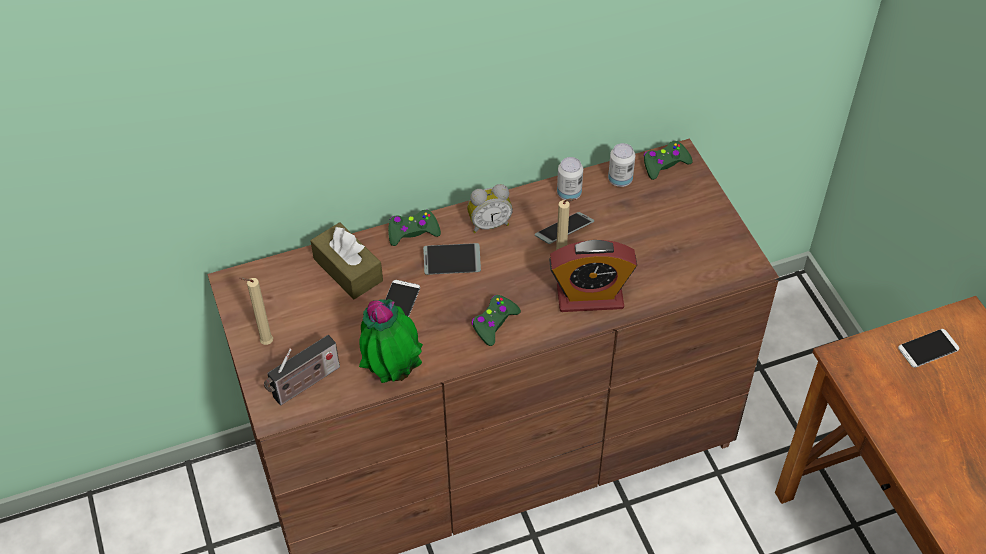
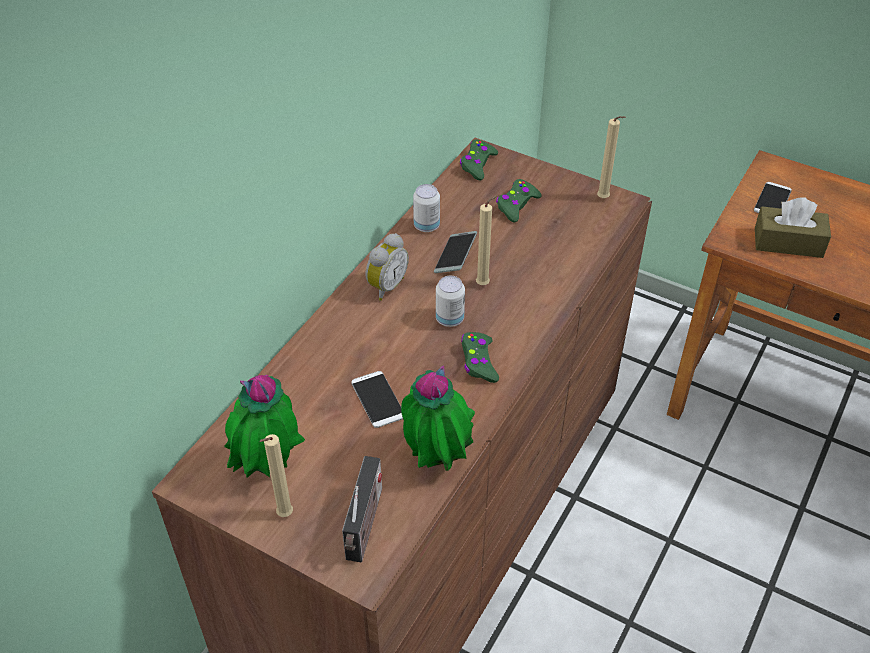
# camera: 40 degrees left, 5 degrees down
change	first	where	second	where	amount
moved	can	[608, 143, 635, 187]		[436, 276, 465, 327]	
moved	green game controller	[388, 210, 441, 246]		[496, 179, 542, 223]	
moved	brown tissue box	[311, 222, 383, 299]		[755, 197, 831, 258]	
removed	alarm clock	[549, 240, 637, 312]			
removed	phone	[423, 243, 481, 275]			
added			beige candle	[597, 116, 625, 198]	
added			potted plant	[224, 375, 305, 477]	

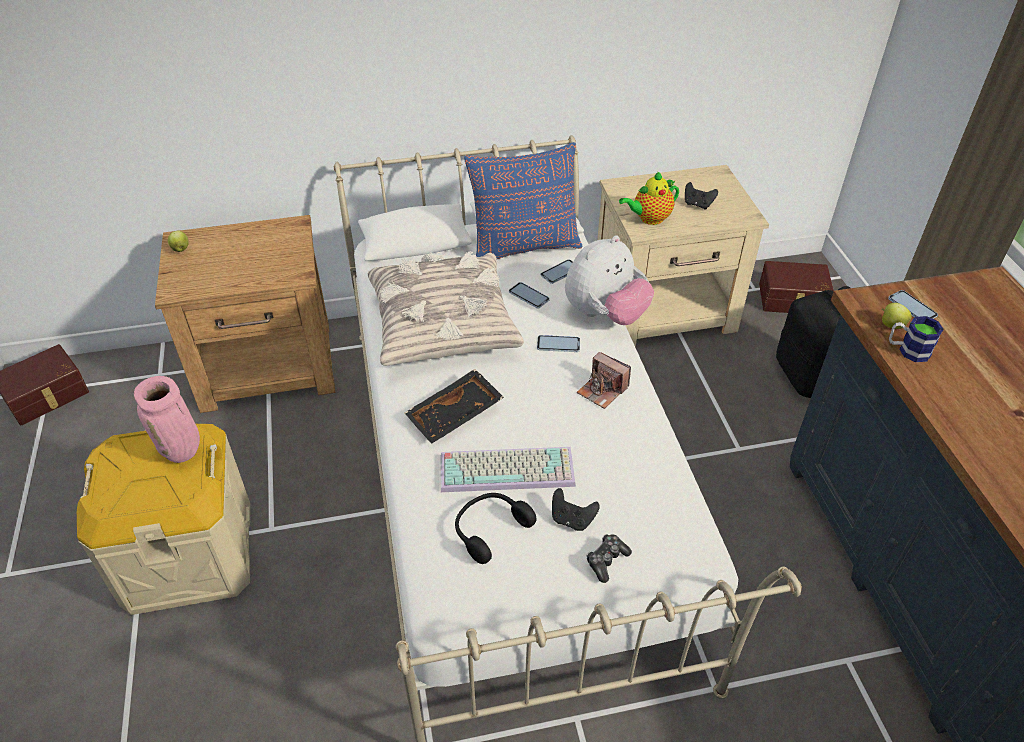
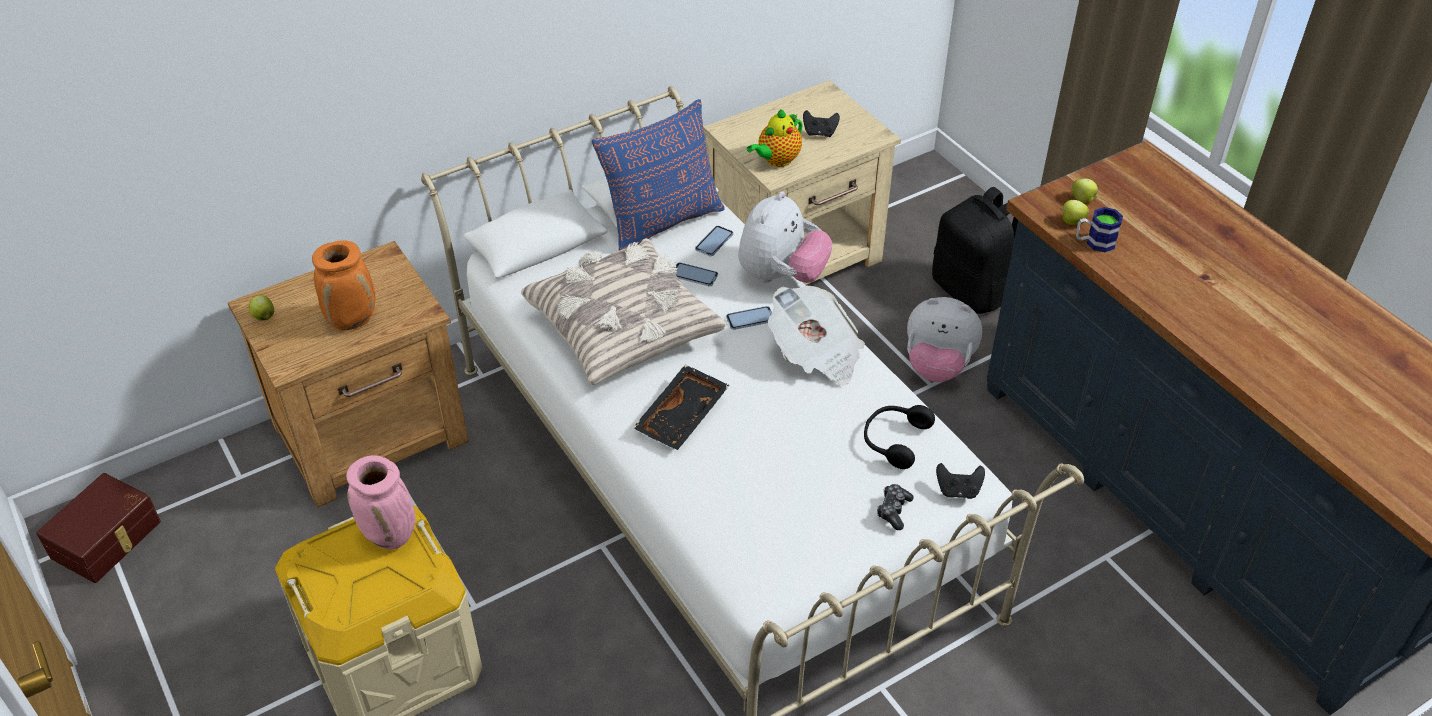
# camera: 20 degrees left, 0 degrees up
change	first	where	second	where	amount
removed	brown storage box	[759, 261, 834, 313]			
replaced	phone	[888, 290, 938, 319]	apple	[1072, 179, 1098, 203]	
replaced	photo camera	[577, 352, 631, 409]	newspaper	[768, 285, 865, 385]	
removed	keyboard	[441, 447, 576, 492]			
moved	black game controller	[552, 488, 600, 531]		[936, 463, 985, 499]	
moved	black headphones	[455, 493, 536, 564]		[864, 405, 935, 469]	
added			orange vase	[312, 240, 375, 331]	
added			plush toy	[907, 297, 982, 382]	

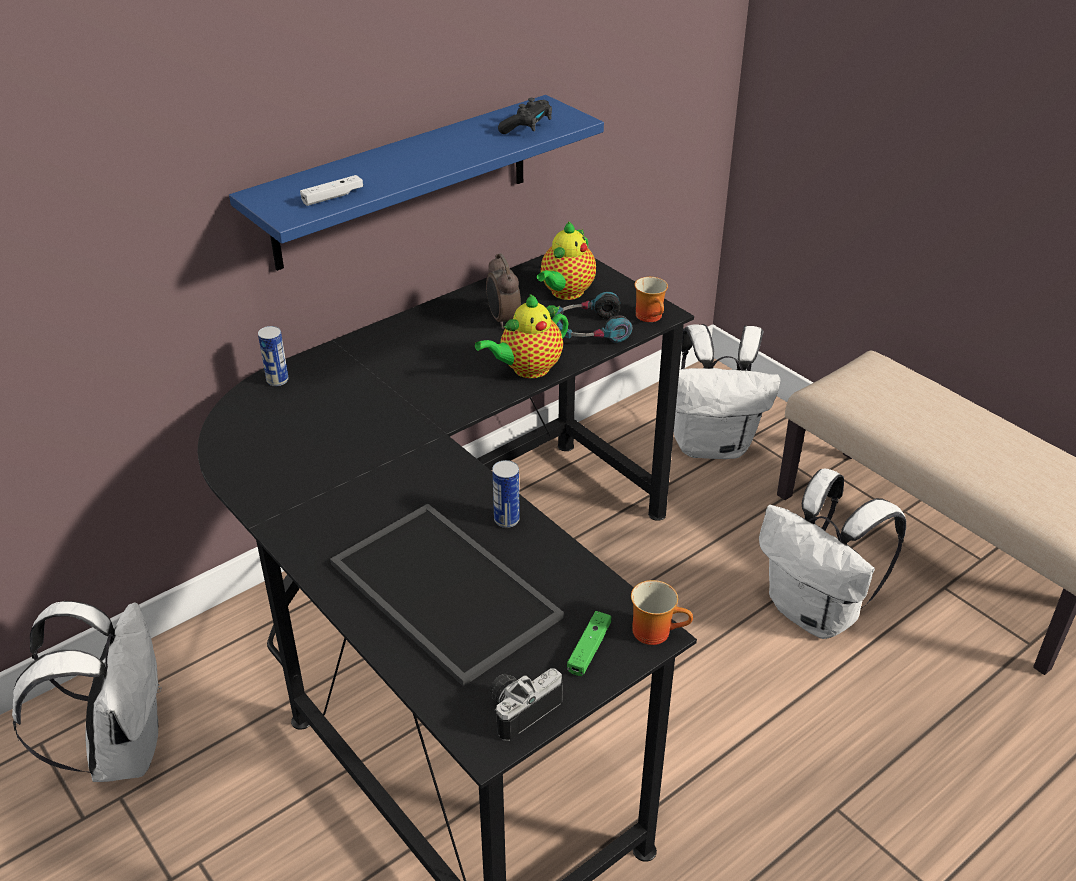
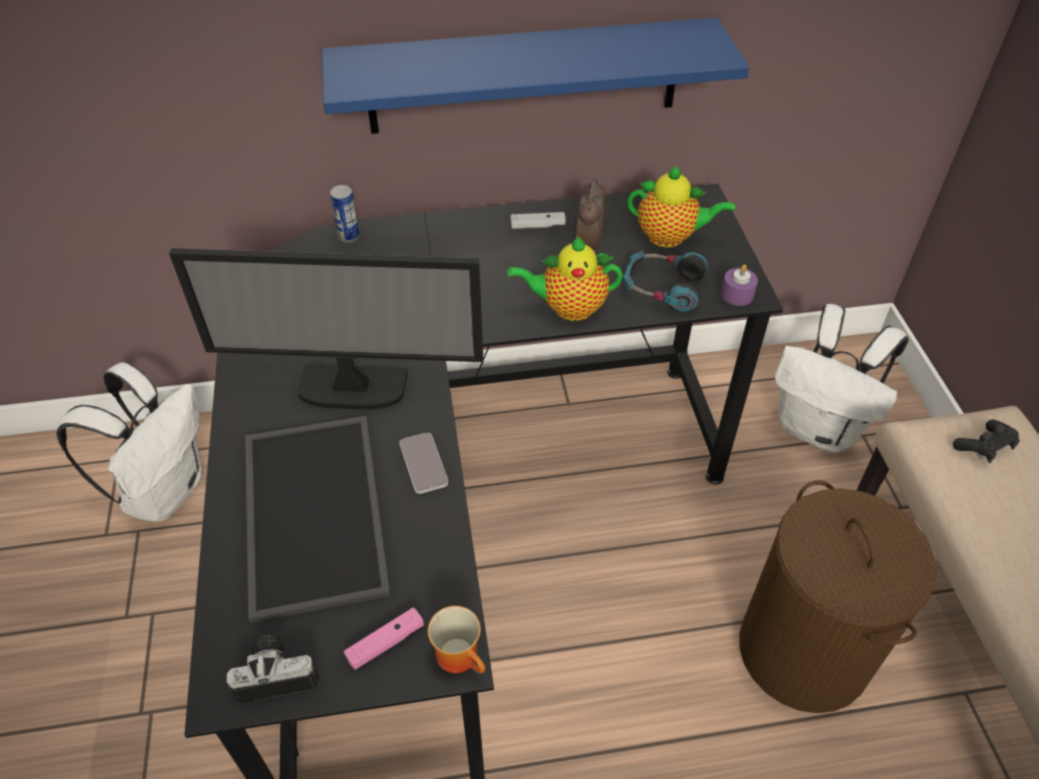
# camera: 30 degrees right, 10 degrees up
change	first	where	second	where	amount
moved	black game controller	[498, 98, 552, 134]		[953, 420, 1020, 463]	
moved	white game controller	[300, 175, 363, 206]		[510, 212, 566, 229]	
turned	teapot	[537, 221, 596, 300]		[628, 166, 735, 247]	135 degrees counterclockwise
replaced	mug	[635, 277, 668, 322]	purple candle	[721, 264, 758, 306]	
replaced	can	[492, 460, 520, 528]	phone	[400, 432, 448, 494]	
replaced	white backpack	[759, 468, 906, 639]	brown laundry basket	[739, 480, 937, 713]	
recoloured	green game controller	[567, 611, 611, 676]	pink game controller	[344, 607, 424, 670]	
added			monitor	[169, 248, 483, 409]	

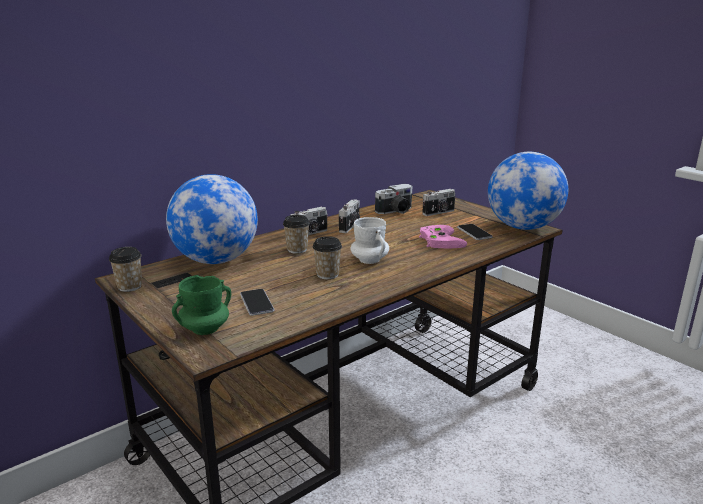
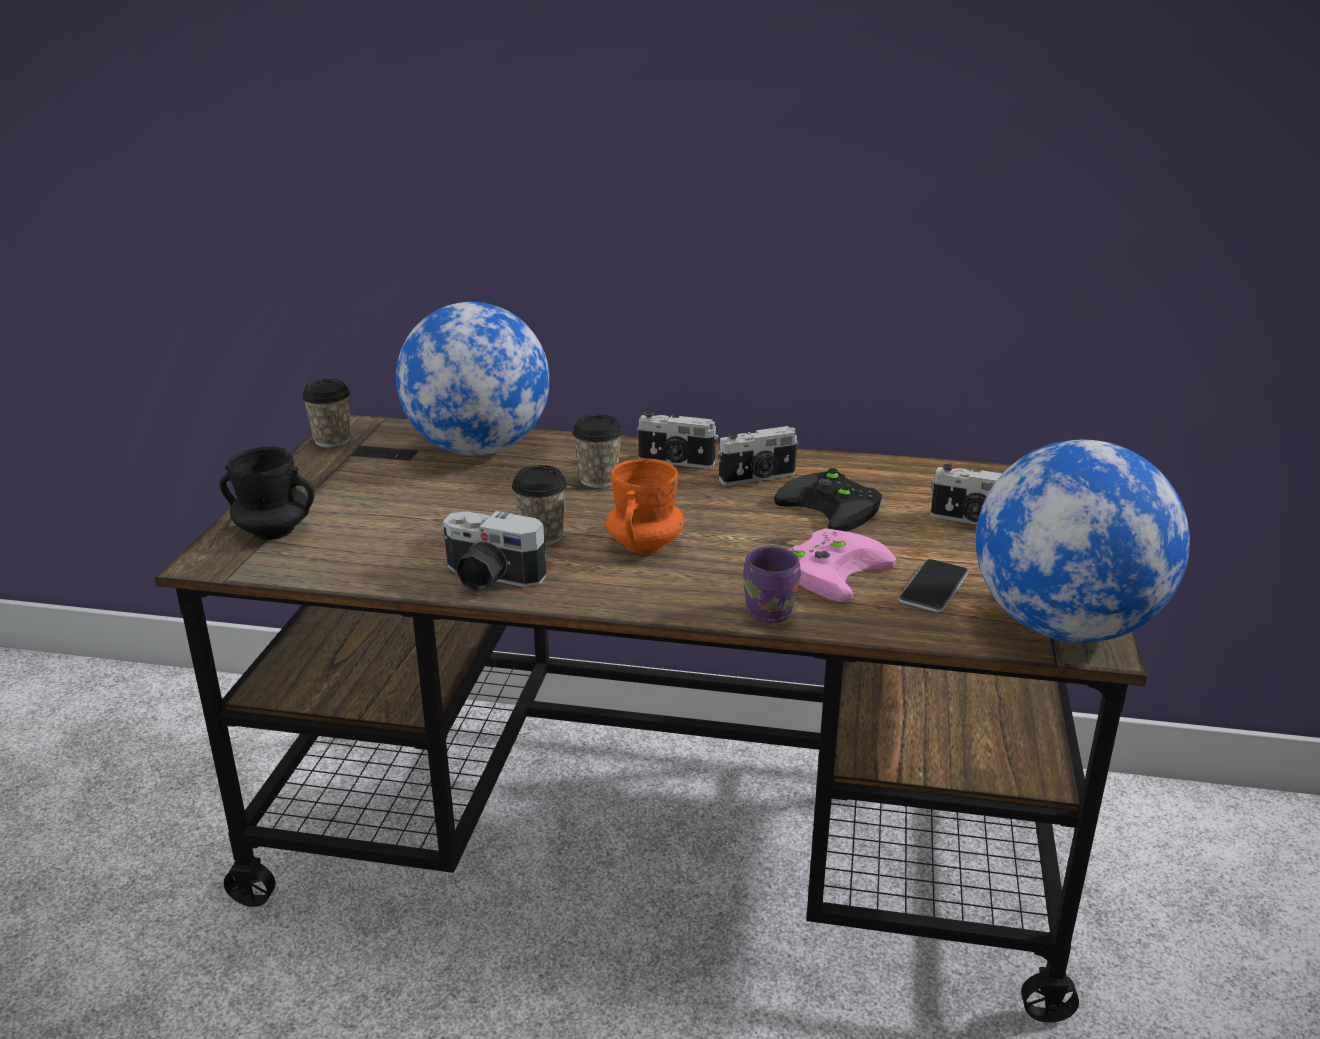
# camera: 50 degrees right, 5 degrees up
change	first	where	second	where	amount
moved	photo camera	[375, 184, 412, 214]		[443, 511, 547, 592]	
recoloured	white mug	[351, 217, 389, 264]	orange mug	[606, 459, 684, 554]	
recoloured	green mug	[172, 275, 231, 335]	black mug	[219, 446, 314, 540]	
removed	phone	[240, 289, 274, 316]			
added			black game controller	[774, 468, 882, 532]	
added			purple mug	[743, 546, 800, 623]	

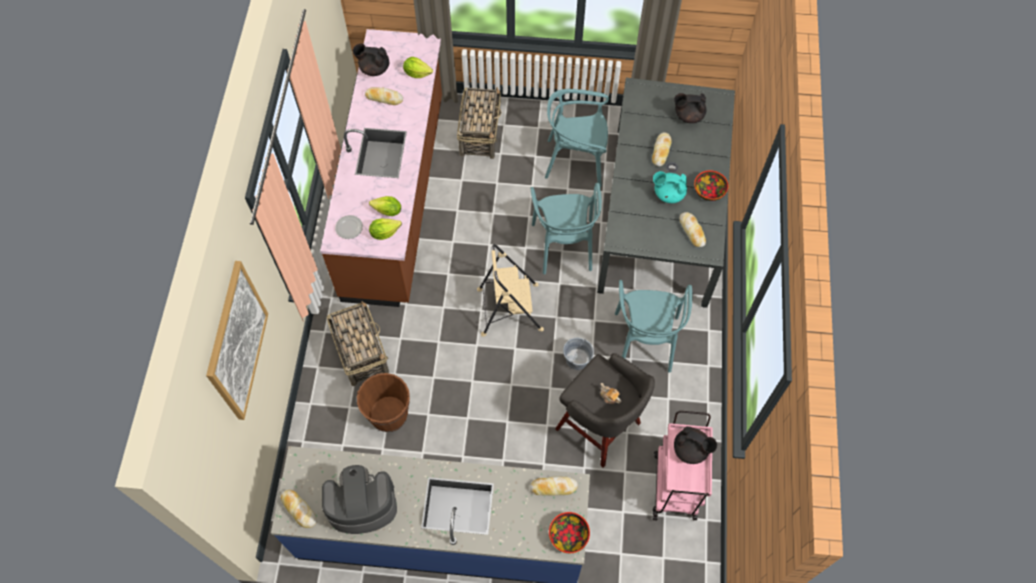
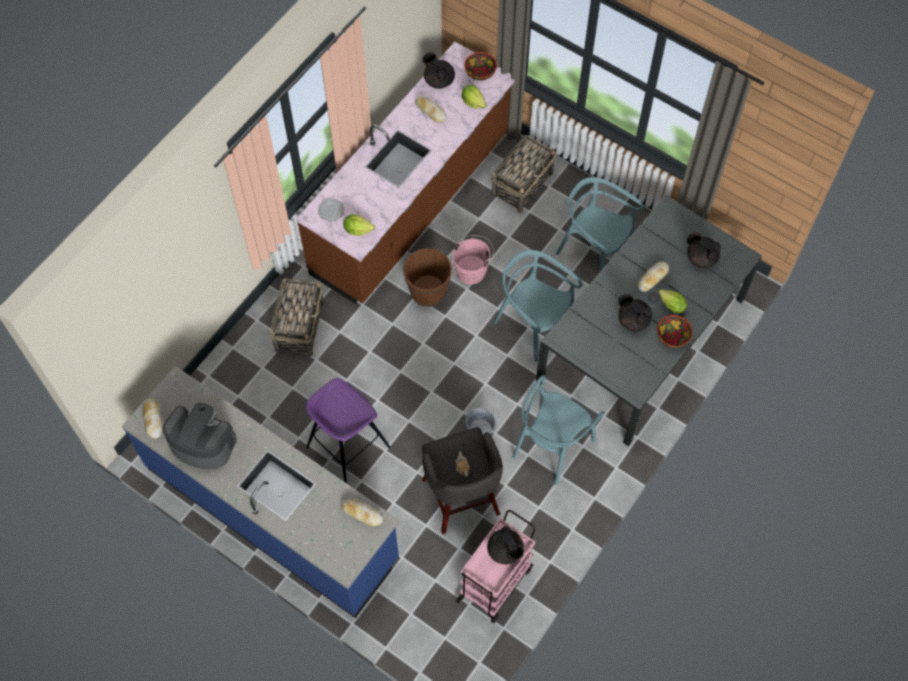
# camera: 30 degrees right, 0 degrees up
change	first	where	second	where	amount
recoloured	turquoise teapot	[653, 171, 687, 203]	black teapot	[618, 294, 652, 331]	
turned	turquoise chair	[531, 183, 602, 274]		[494, 250, 583, 362]	105 degrees clockwise
moved	lettuce	[369, 196, 401, 216]		[659, 289, 687, 313]	
removed	bread	[680, 212, 706, 247]			
removed	beige step ladder	[477, 244, 544, 337]			
removed	picture	[206, 261, 268, 420]			
moved	brown bucket	[357, 373, 410, 432]		[403, 248, 452, 307]	
moved	bowl	[549, 512, 590, 553]		[464, 52, 497, 80]	
added			pink bucket	[452, 235, 494, 285]	
added			purple stool	[306, 378, 390, 483]	

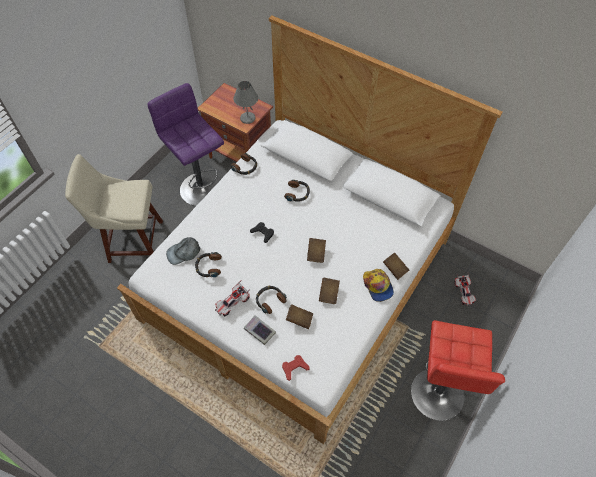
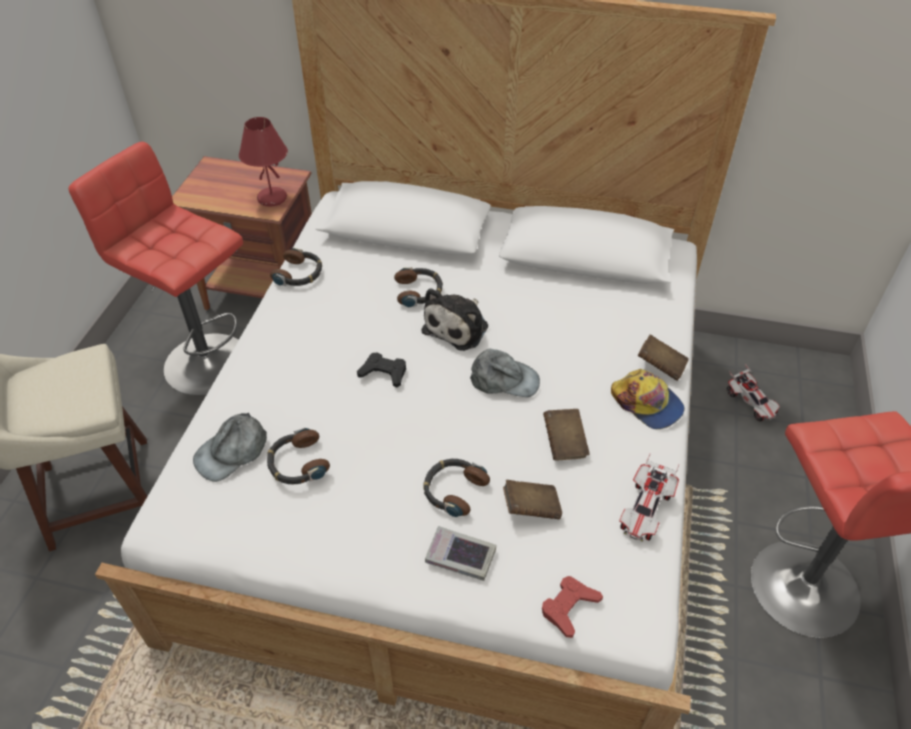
# camera: 20 degrees left, 10 degrees down
change	first	where	second	where	amount
recoloured	grey table lamp	[233, 81, 258, 124]	red table lamp	[239, 117, 288, 206]	
recoloured	purple stool	[147, 83, 224, 206]	red stool	[68, 142, 243, 395]	
replaced	brown book	[307, 238, 326, 263]	grey cap	[470, 349, 540, 397]	
moved	toy car	[215, 281, 250, 316]		[619, 453, 680, 541]	
added			plush toy	[422, 288, 488, 351]	

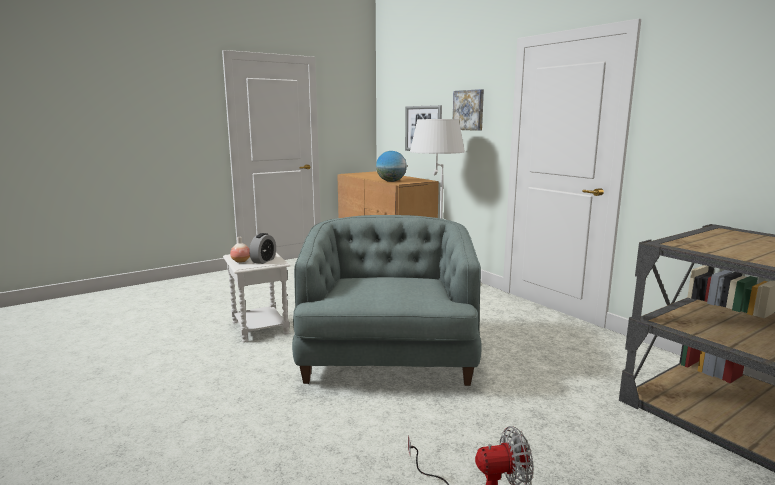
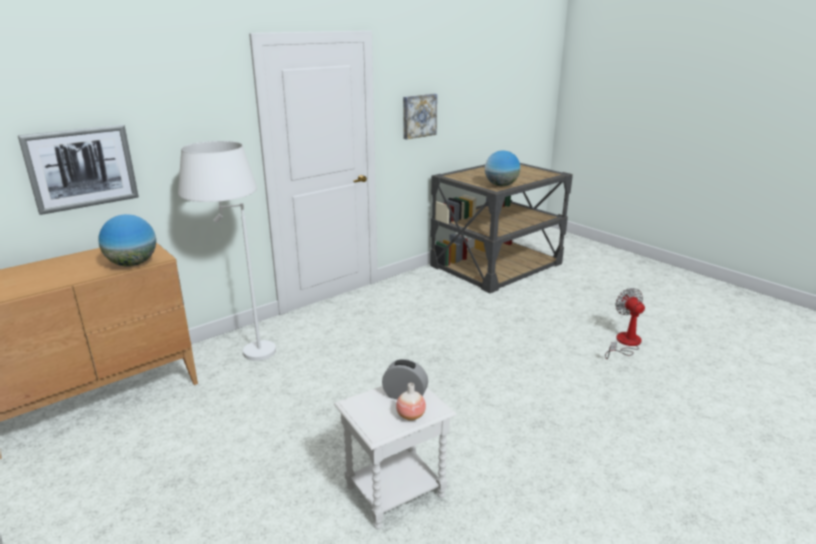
# camera: 95 degrees left, 10 degrees up
change	first	where	second	where	amount
moved	picture	[453, 89, 484, 131]		[403, 94, 437, 140]	
removed	grey armchair	[292, 215, 482, 386]			
added			globe	[485, 150, 520, 186]	

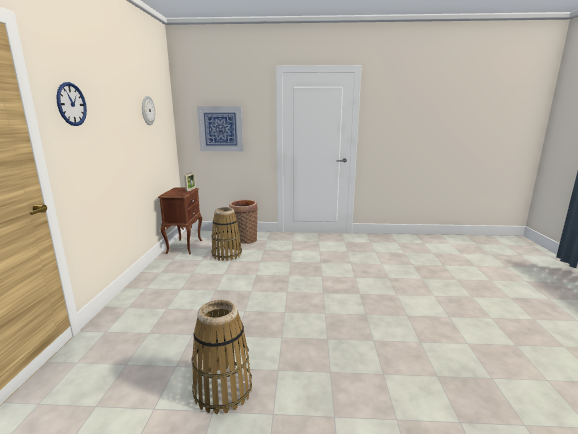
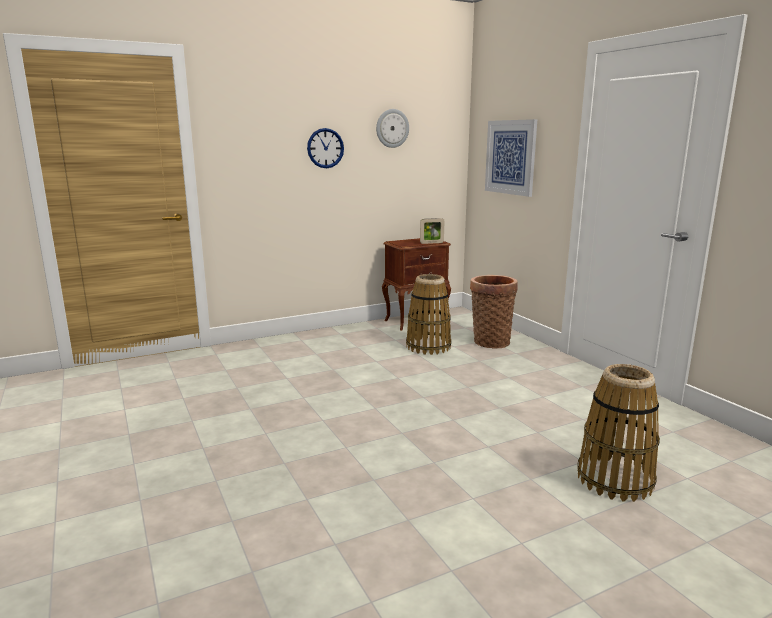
# camera: 60 degrees right, 0 degrees up
change	first	where	second	where	amount
moved	wall clock	[56, 82, 87, 126]		[307, 128, 344, 168]	
moved	basket	[191, 300, 252, 414]		[577, 364, 660, 502]	

